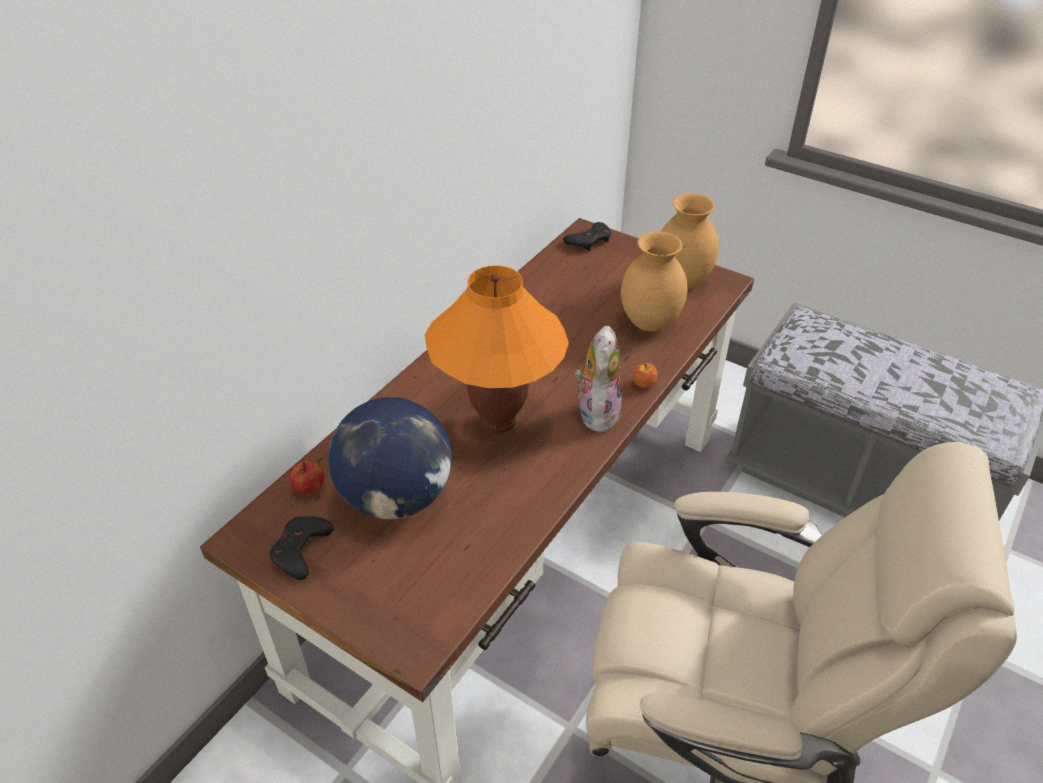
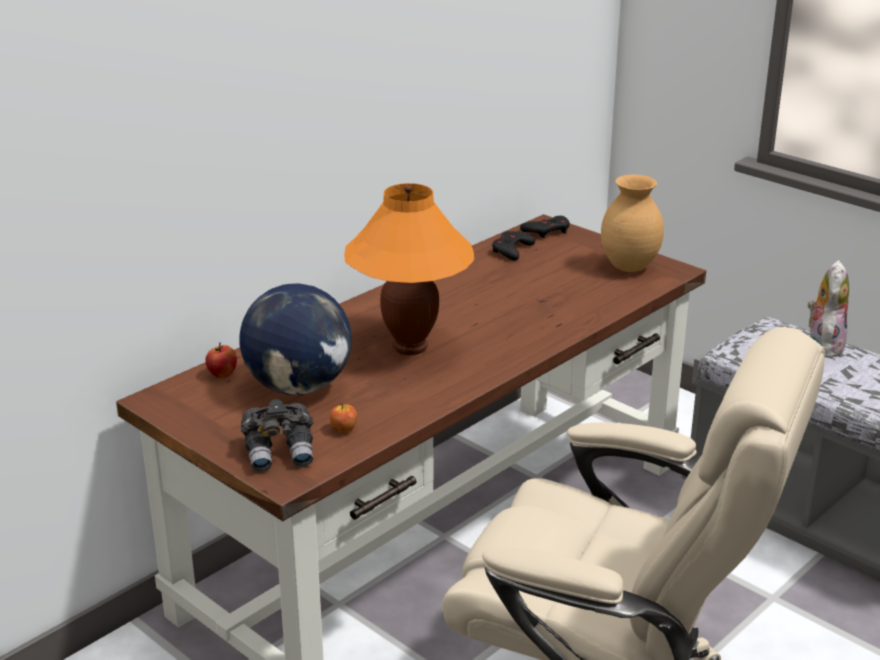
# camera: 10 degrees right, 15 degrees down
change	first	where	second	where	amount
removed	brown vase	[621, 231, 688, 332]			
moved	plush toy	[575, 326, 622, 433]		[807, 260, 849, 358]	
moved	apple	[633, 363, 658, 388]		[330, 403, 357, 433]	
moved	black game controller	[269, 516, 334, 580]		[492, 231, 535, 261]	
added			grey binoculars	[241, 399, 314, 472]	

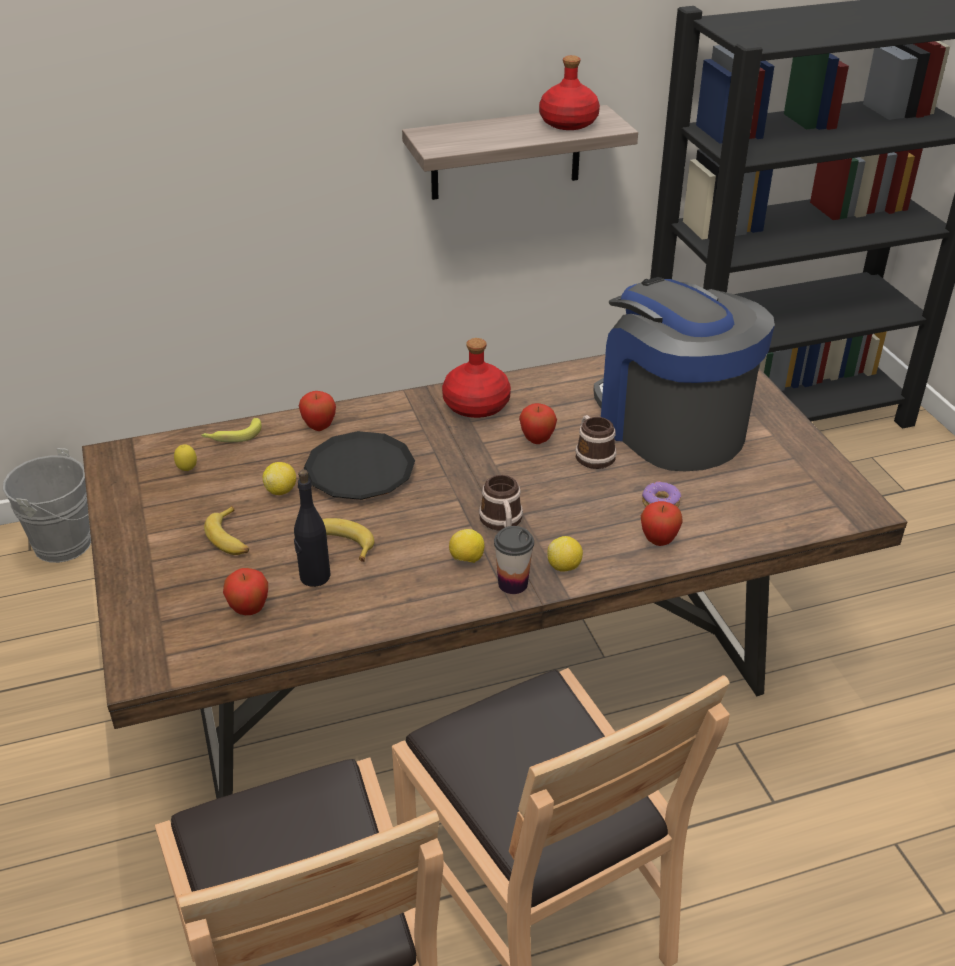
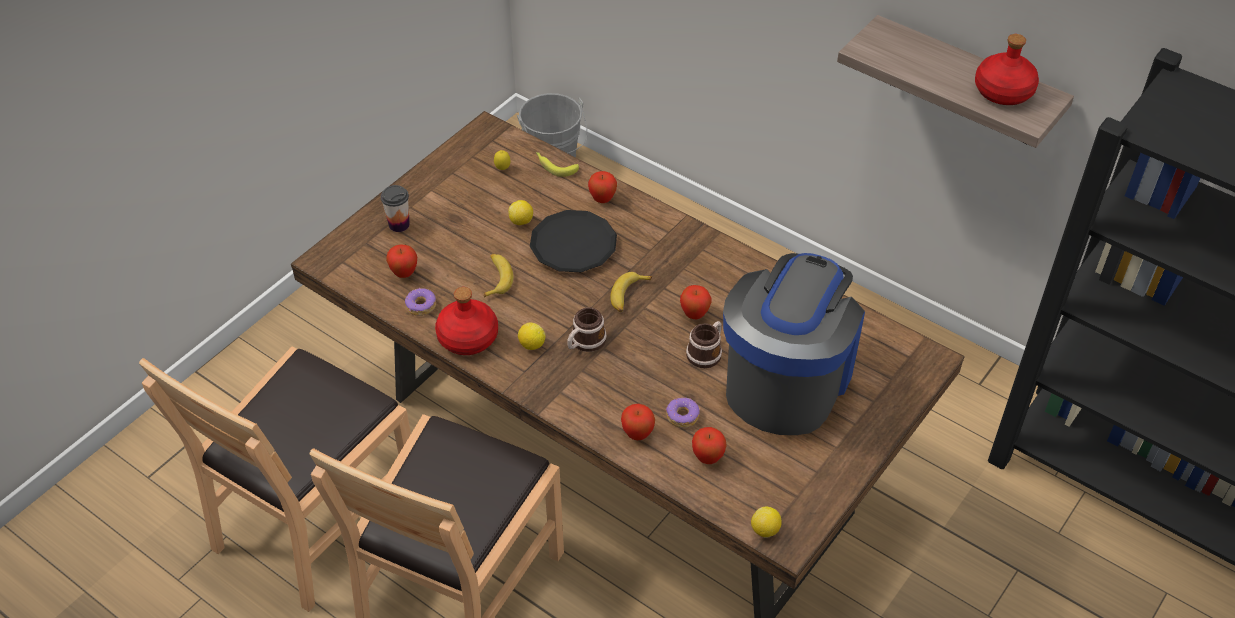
# camera: 55 degrees right, 10 degrees up
change	first	where	second	where	amount
moved	red bottle	[442, 338, 511, 418]		[435, 287, 498, 355]	
removed	black bottle	[294, 469, 331, 587]			
moved	banana	[204, 506, 249, 555]		[610, 272, 652, 312]	
moved	cup	[494, 526, 534, 594]		[381, 185, 410, 232]	
moved	lemon	[547, 536, 583, 572]		[751, 507, 782, 538]	
added			donut	[405, 288, 436, 316]	
added			apple	[692, 427, 727, 464]	

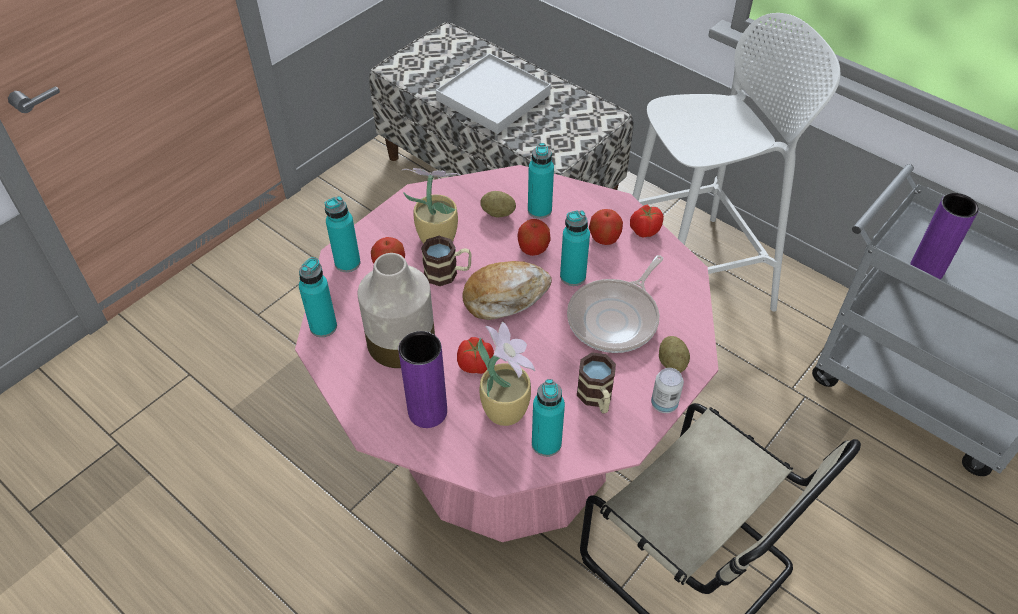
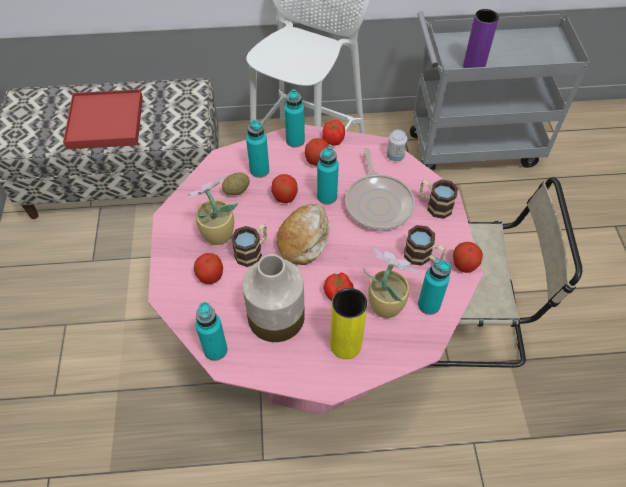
# camera: 45 degrees left, 5 degrees up
change	first	where	second	where	amount
recoloured	white tray	[436, 53, 551, 134]	red tray	[63, 89, 143, 149]	
moved	turquoise bottle	[325, 196, 361, 272]		[284, 89, 305, 148]	
recoloured	purple vase	[398, 331, 447, 428]	yellow vase	[330, 288, 367, 359]	
replaced	potato	[659, 336, 690, 373]	mug	[420, 179, 458, 219]	
moved	can	[651, 368, 684, 413]		[387, 129, 407, 162]	
added			apple	[453, 242, 483, 273]	

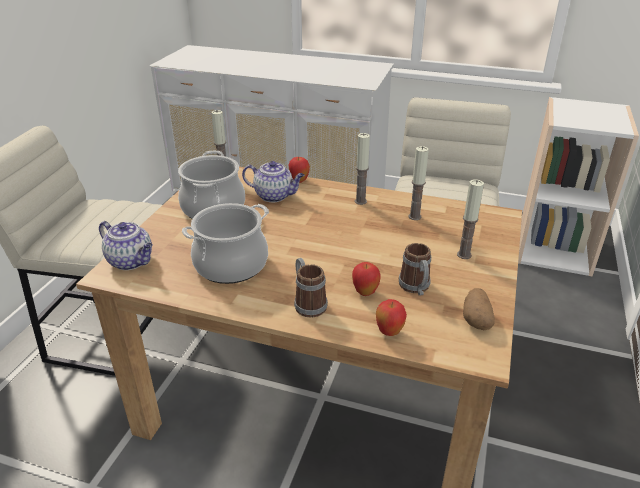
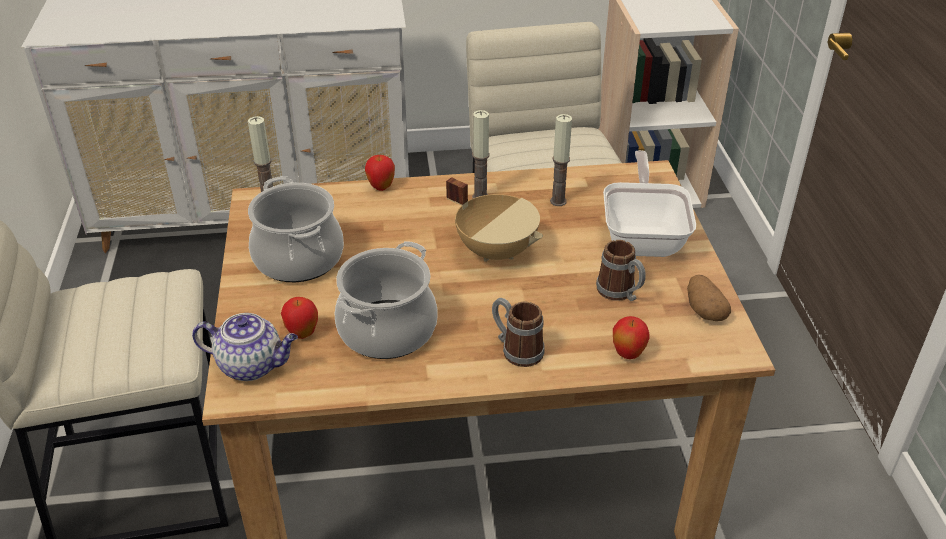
# camera: 25 degrees left, 5 degrees up
change	first	where	second	where	amount
removed	teapot	[242, 161, 304, 202]			
replaced	candle	[457, 179, 484, 259]	frying pan	[603, 150, 696, 257]	
moved	apple	[352, 262, 381, 296]		[281, 297, 318, 339]	
added			beige cooking pot	[446, 177, 543, 262]	

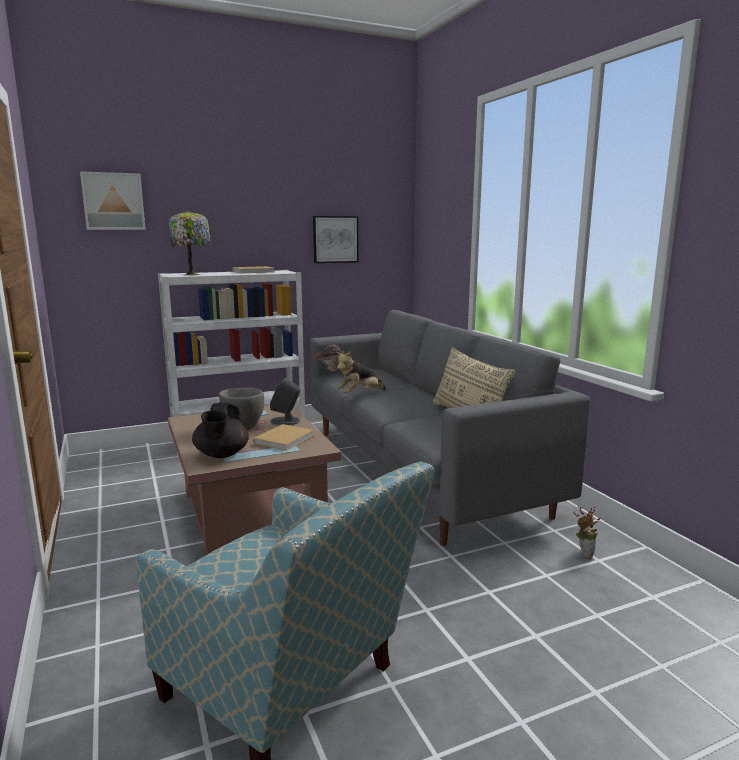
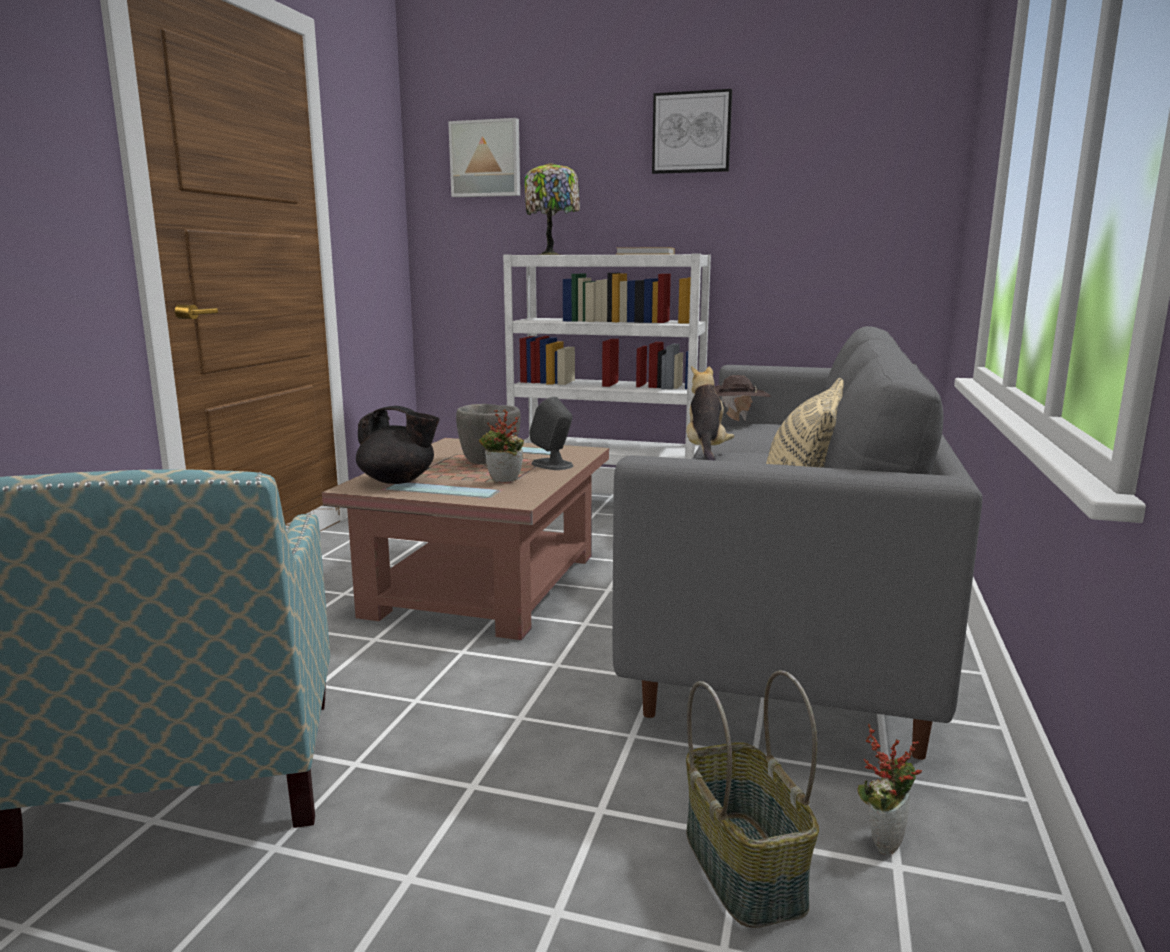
# camera: 40 degrees right, 0 degrees up
change	first	where	second	where	amount
moved	picture	[313, 216, 358, 263]		[652, 89, 732, 174]	
turned	plush toy	[336, 351, 386, 394]		[686, 366, 734, 461]	90 degrees clockwise
turned	black teapot	[192, 403, 249, 458]		[356, 406, 440, 484]	120 degrees counterclockwise
replaced	beige book	[253, 424, 314, 451]	potted plant	[479, 409, 524, 482]	
added			basket	[686, 671, 819, 928]	

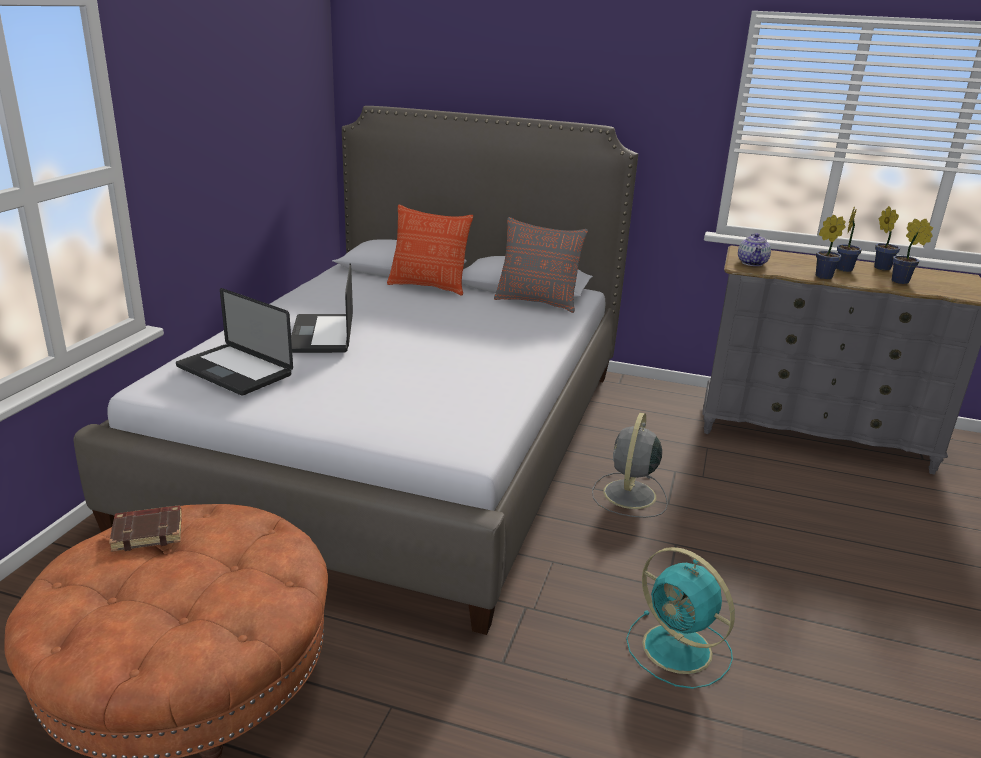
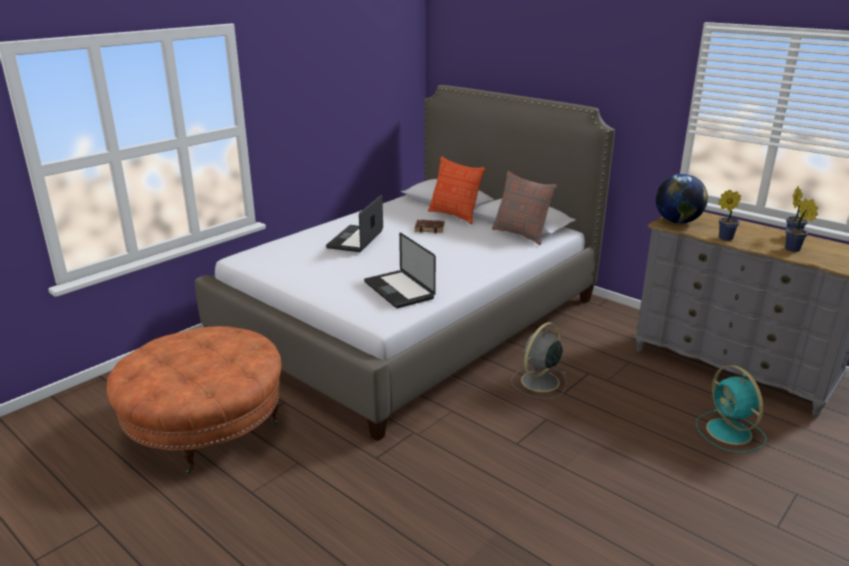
# camera: 25 degrees right, 0 degrees up
change	first	where	second	where	amount
removed	potted plant	[836, 206, 862, 272]			
replaced	teapot	[738, 233, 771, 266]	globe	[656, 174, 708, 224]	
moved	laptop	[176, 288, 293, 395]		[364, 232, 436, 308]	
moved	brown book	[109, 505, 182, 552]		[414, 220, 444, 233]	
moved	turquoise fan	[626, 547, 735, 689]		[696, 365, 767, 452]	

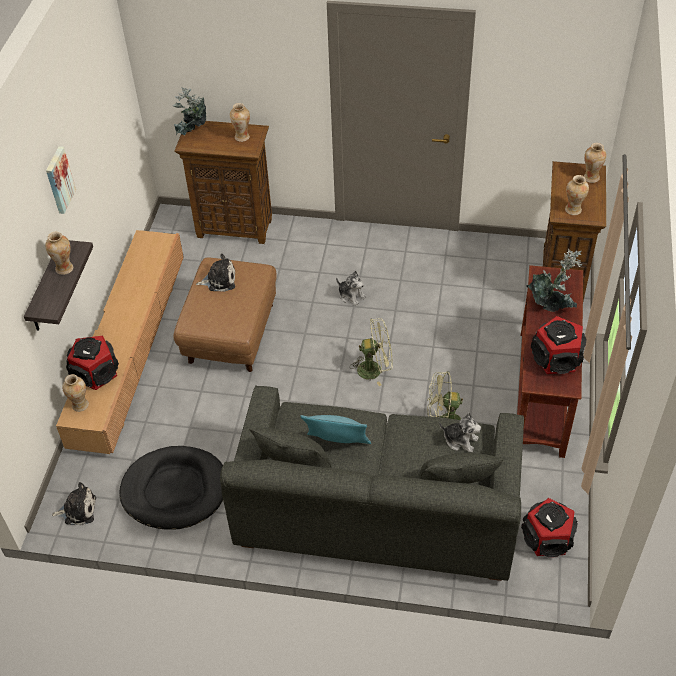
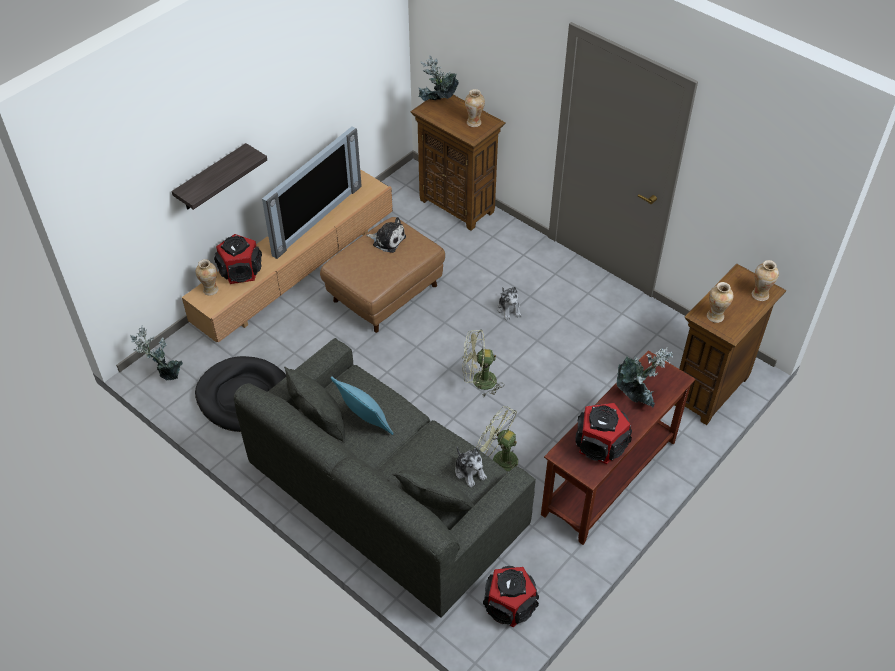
# camera: 30 degrees right, 0 degrees up
change	first	where	second	where	amount
removed	picture	[46, 146, 76, 214]			
removed	vase	[45, 232, 73, 275]			
turned	green fan	[351, 318, 393, 386]		[463, 330, 504, 397]	150 degrees clockwise
replaced	plush toy	[52, 482, 96, 525]	potted plant	[130, 326, 183, 381]	
added			television	[262, 127, 362, 259]	

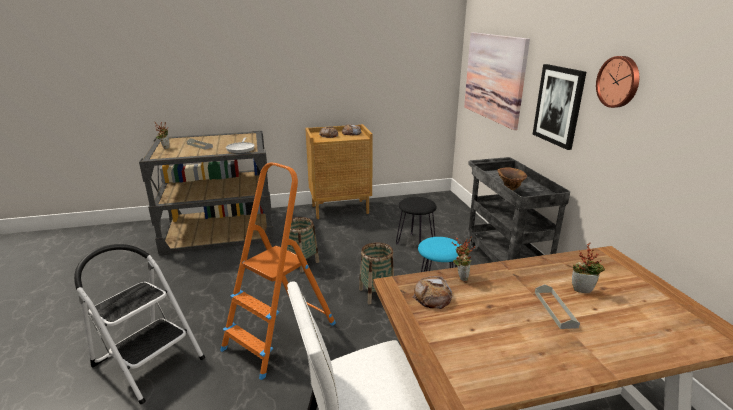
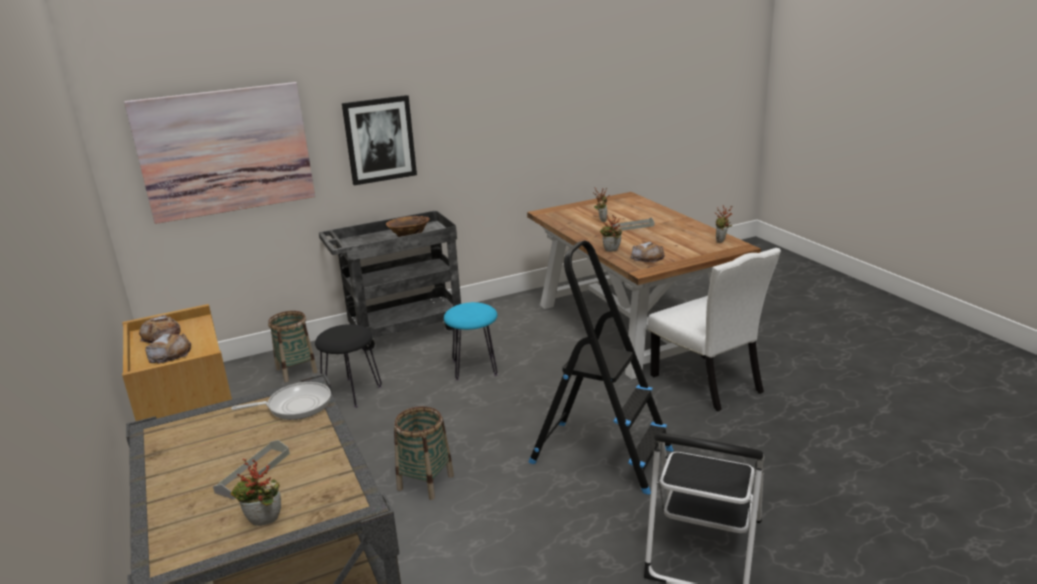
# camera: 100 degrees left, 0 degrees up
change	first	where	second	where	amount
removed	wall clock	[596, 56, 639, 108]			
recoloured	orange step ladder	[220, 162, 336, 380]	black step ladder	[529, 241, 673, 495]	
moved	basket	[359, 242, 394, 305]		[268, 311, 318, 382]	
added			potted plant	[715, 205, 733, 243]	

